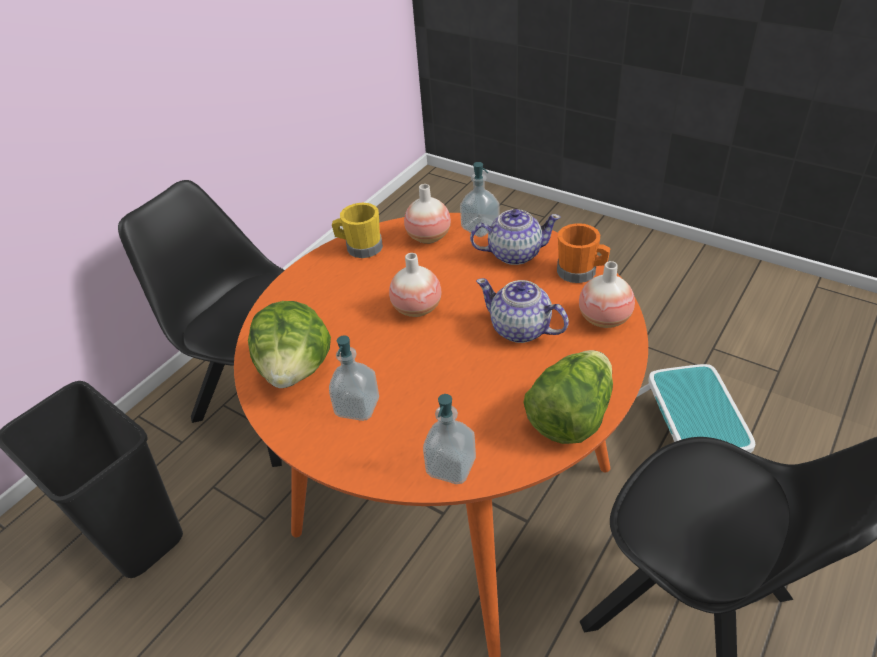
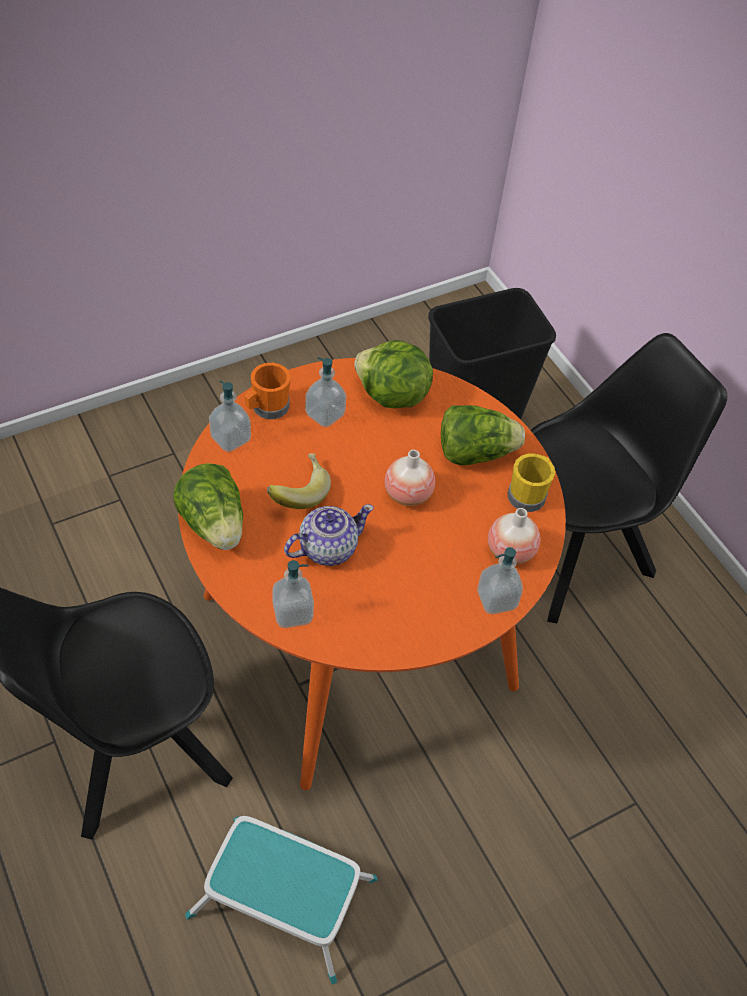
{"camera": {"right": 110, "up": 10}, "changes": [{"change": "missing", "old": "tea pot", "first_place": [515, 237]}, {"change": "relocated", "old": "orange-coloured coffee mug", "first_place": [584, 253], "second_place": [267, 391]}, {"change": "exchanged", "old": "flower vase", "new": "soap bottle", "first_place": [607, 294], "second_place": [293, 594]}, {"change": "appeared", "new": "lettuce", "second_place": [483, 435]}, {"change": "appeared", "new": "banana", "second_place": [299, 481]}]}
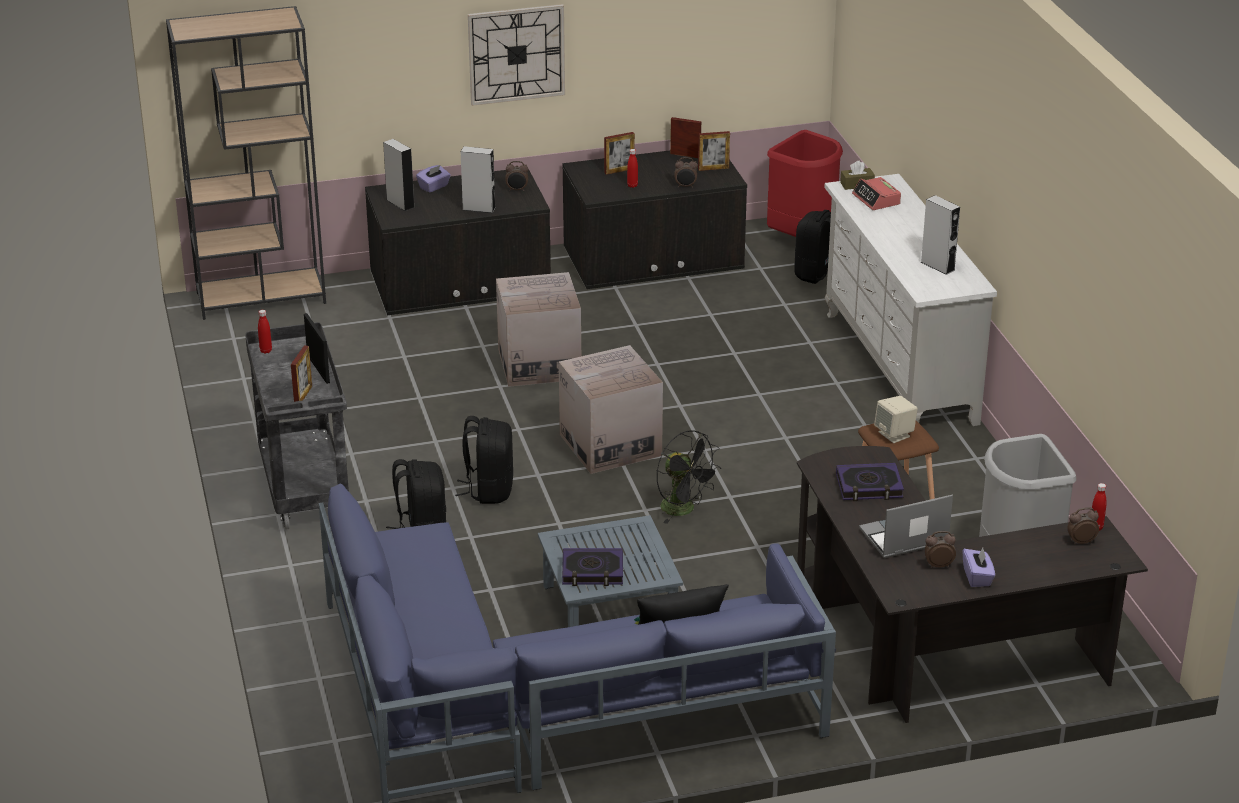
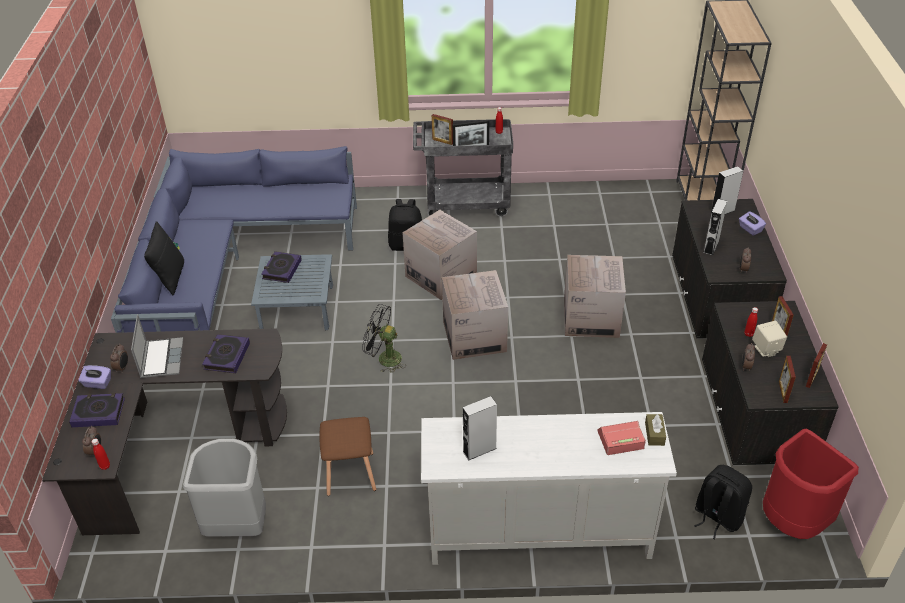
{"camera": {"right": 105, "up": 10}, "changes": [{"change": "missing", "old": "hanging clock", "first_place": [516, 55]}, {"change": "relocated", "old": "sand-coloured loudspeaker", "first_place": [896, 419], "second_place": [769, 338]}, {"change": "exchanged", "old": "black backpack", "new": "carton", "first_place": [484, 460], "second_place": [440, 255]}, {"change": "spun", "old": "black electric fan", "first_place": [689, 477], "second_place": [383, 338], "degrees": 45}, {"change": "appeared", "new": "bound book", "second_place": [97, 409]}]}
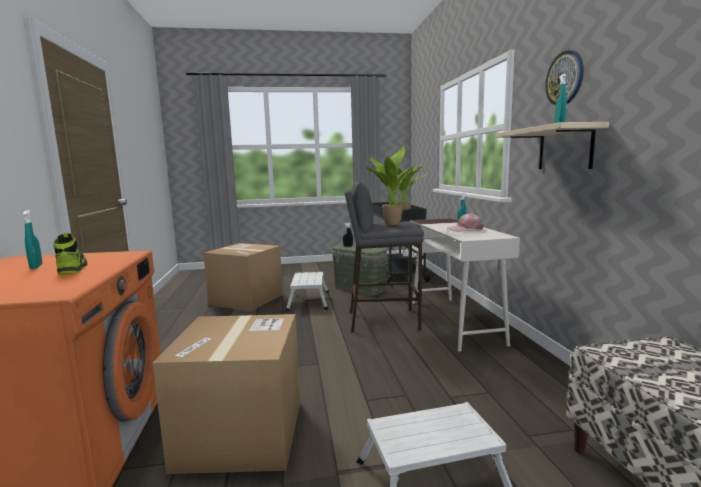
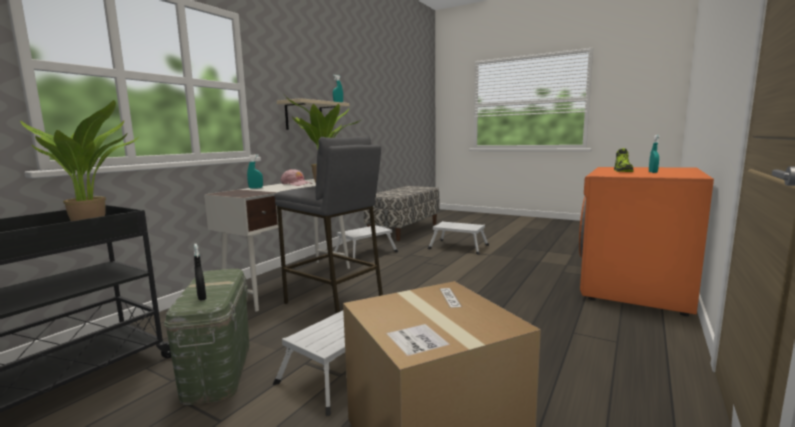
{"camera": {"right": -140, "up": 0}, "changes": [{"change": "missing", "old": "hanging clock", "first_place": [565, 77]}, {"change": "missing", "old": "carton", "first_place": [226, 394]}, {"change": "appeared", "new": "white-coloured step stool", "second_place": [366, 244]}]}
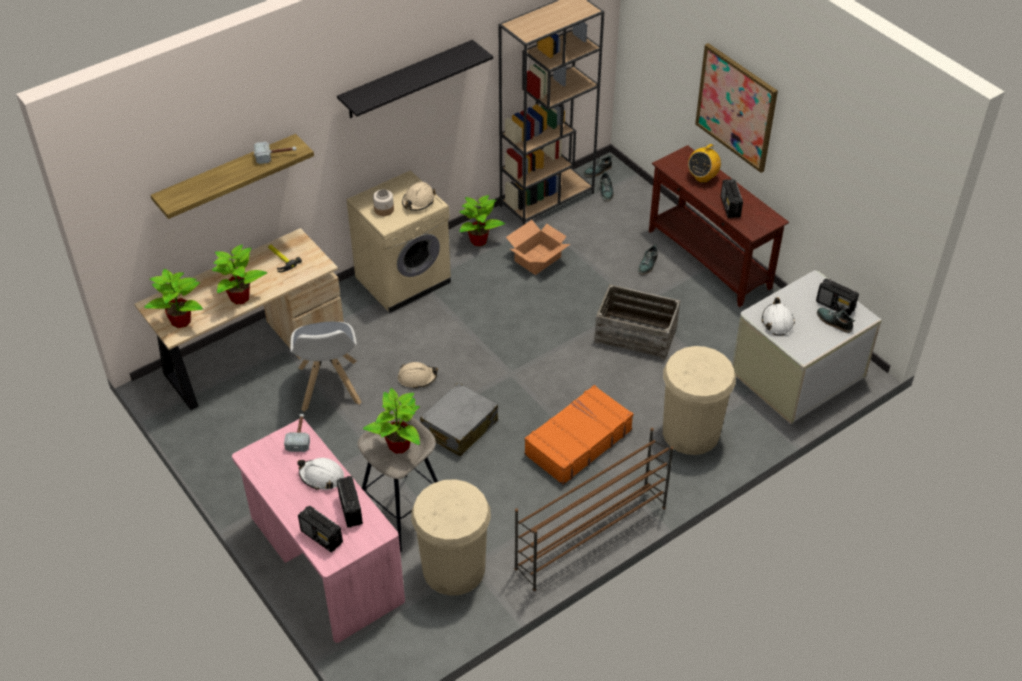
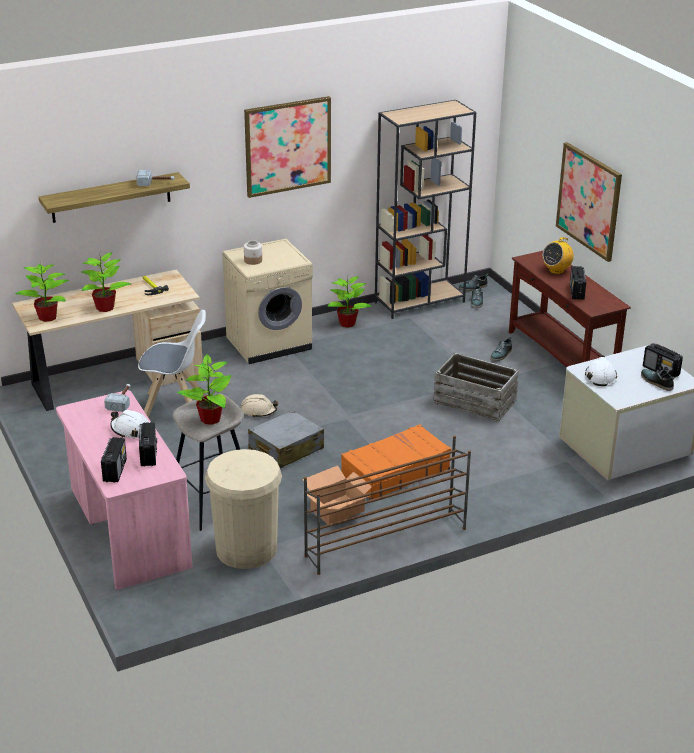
{"camera": {"right": 10, "up": -15}, "changes": [{"change": "exchanged", "old": "black bracket shelf", "new": "wall art", "first_place": [415, 79], "second_place": [287, 147]}, {"change": "missing", "old": "sand-coloured hard hat", "first_place": [419, 196]}, {"change": "relocated", "old": "carton", "first_place": [538, 247], "second_place": [337, 494]}, {"change": "spun", "old": "plain chair", "first_place": [326, 367], "second_place": [172, 364], "degrees": -90}, {"change": "missing", "old": "sand-coloured waste bin", "first_place": [699, 400]}, {"change": "spun", "old": "radio", "first_place": [320, 529], "second_place": [114, 460], "degrees": -135}]}
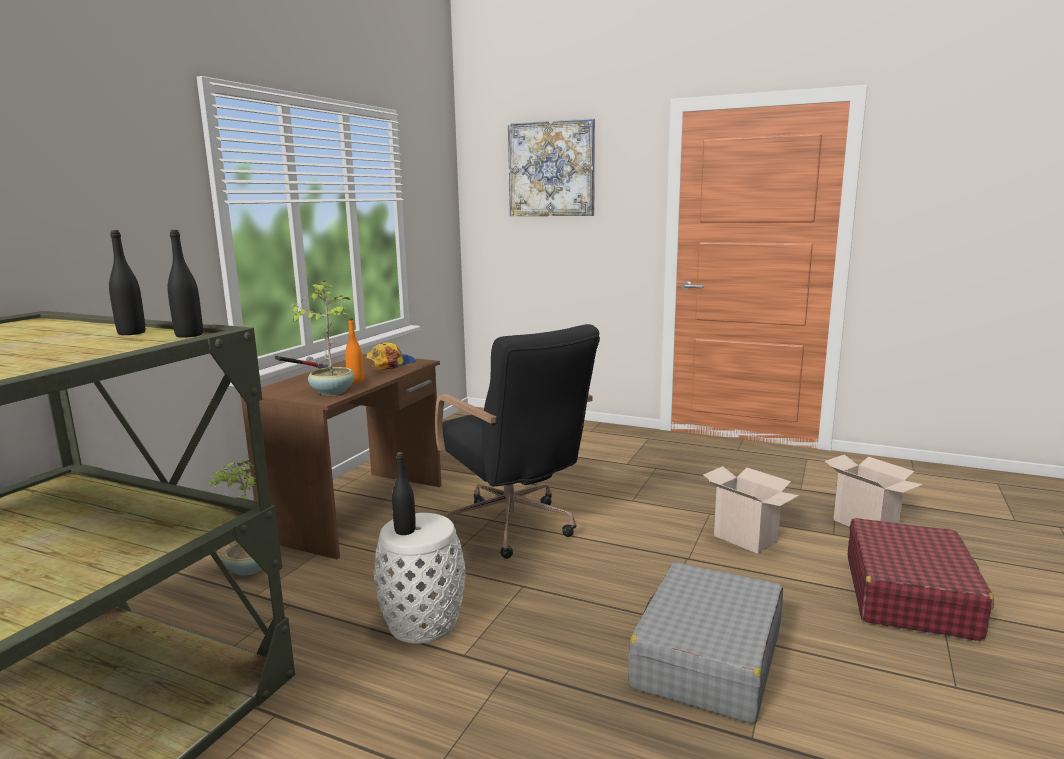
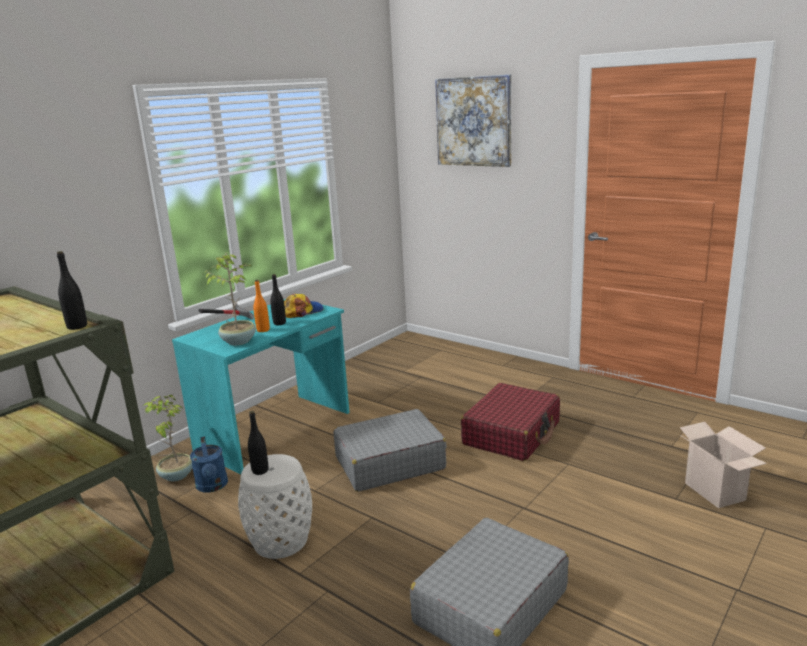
{"camera": {"right": 15, "up": 5}, "changes": [{"change": "relocated", "old": "black beverage bottle", "first_place": [127, 282], "second_place": [278, 299]}, {"change": "exchanged", "old": "black desk chair", "new": "grey suitcase", "first_place": [517, 441], "second_place": [389, 450]}, {"change": "colour", "old": "brown-coloured desk table", "new": "blue-green desk table", "first_place": [341, 456], "second_place": [261, 387]}, {"change": "missing", "old": "carton", "first_place": [751, 510]}, {"change": "relocated", "old": "red suitcase", "first_place": [921, 579], "second_place": [510, 422]}, {"change": "appeared", "new": "blue-coloured sprinkling can", "second_place": [209, 464]}]}
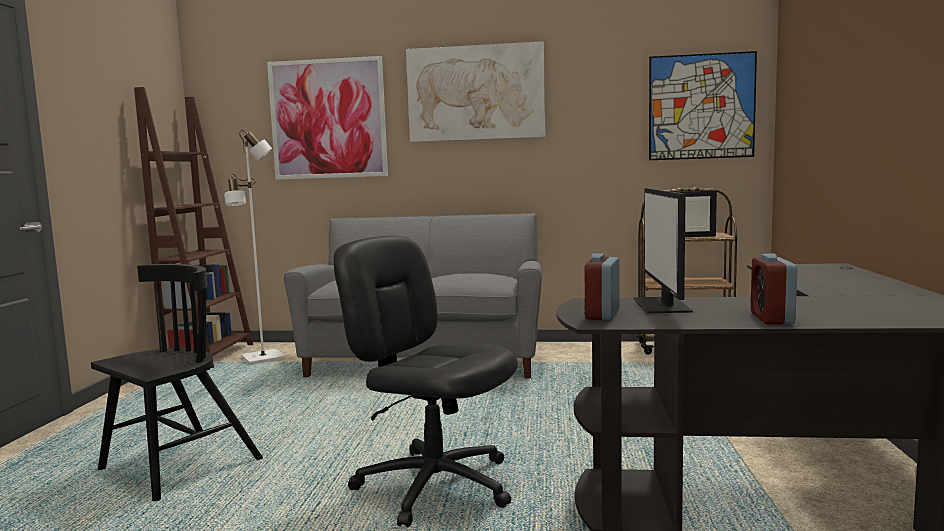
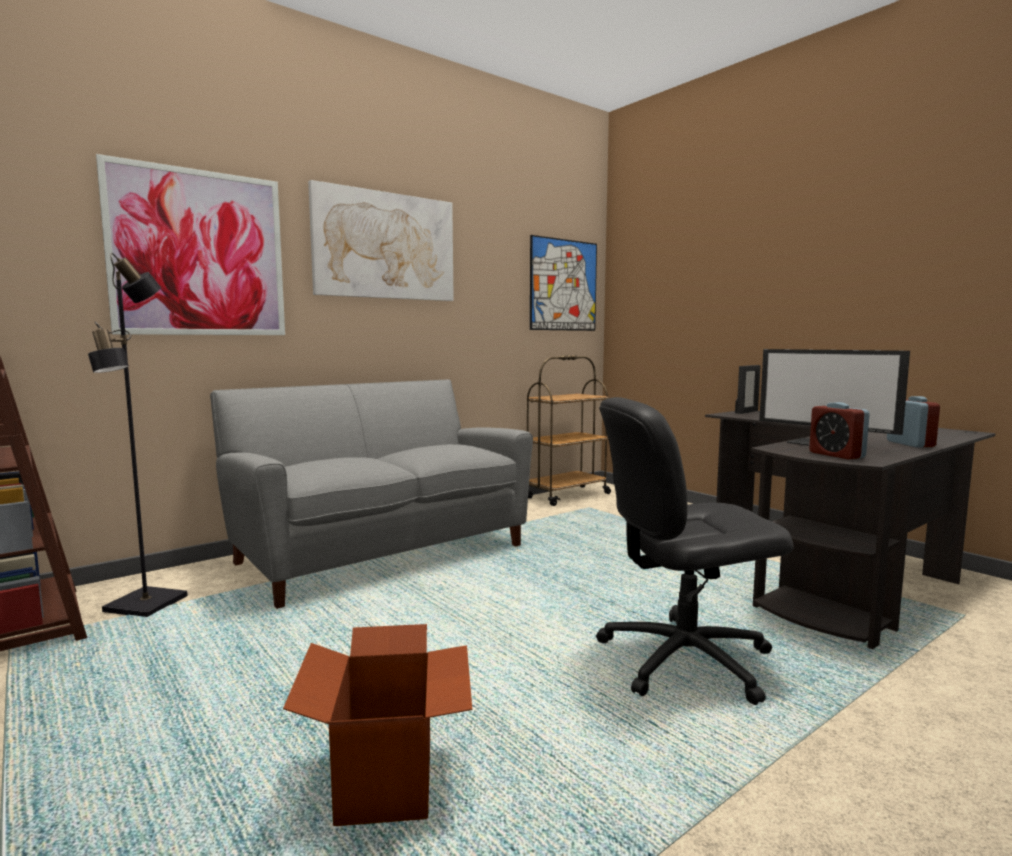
{"camera": {"right": -45, "up": 0}, "changes": [{"change": "colour", "old": "white-coloured standard lamp", "new": "black standard lamp", "first_place": [254, 247], "second_place": [138, 435]}, {"change": "relocated", "old": "picture frame", "first_place": [697, 213], "second_place": [748, 389]}, {"change": "spun", "old": "alarm clock", "first_place": [774, 289], "second_place": [913, 421], "degrees": -150}, {"change": "exchanged", "old": "black plain chair", "new": "carton", "first_place": [177, 382], "second_place": [377, 725]}]}
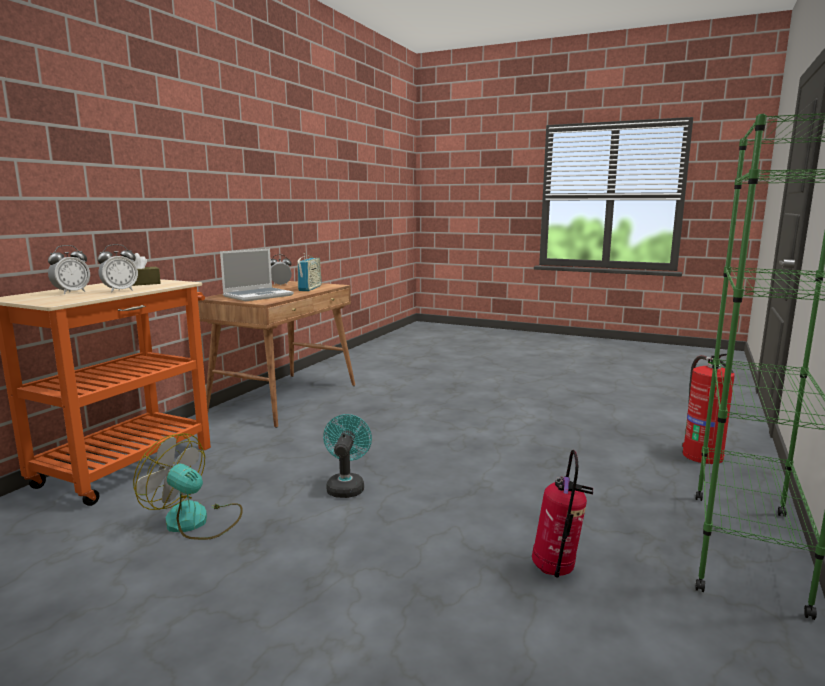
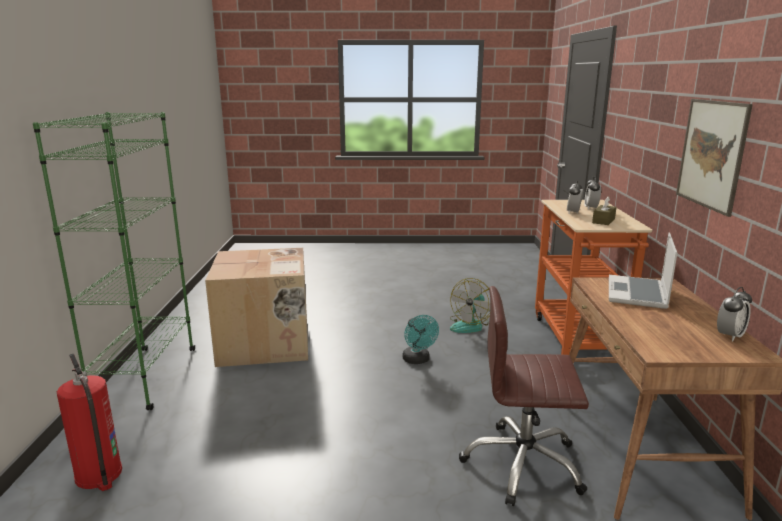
{"camera": {"right": 155, "up": 5}, "changes": [{"change": "missing", "old": "radio", "first_place": [309, 272]}, {"change": "spun", "old": "electric fan", "first_place": [188, 486], "second_place": [470, 305], "degrees": 120}, {"change": "exchanged", "old": "extinguisher", "new": "carton", "first_place": [562, 514], "second_place": [256, 307]}, {"change": "appeared", "new": "wall art", "second_place": [714, 158]}, {"change": "appeared", "new": "brown-coloured desk chair", "second_place": [524, 396]}]}
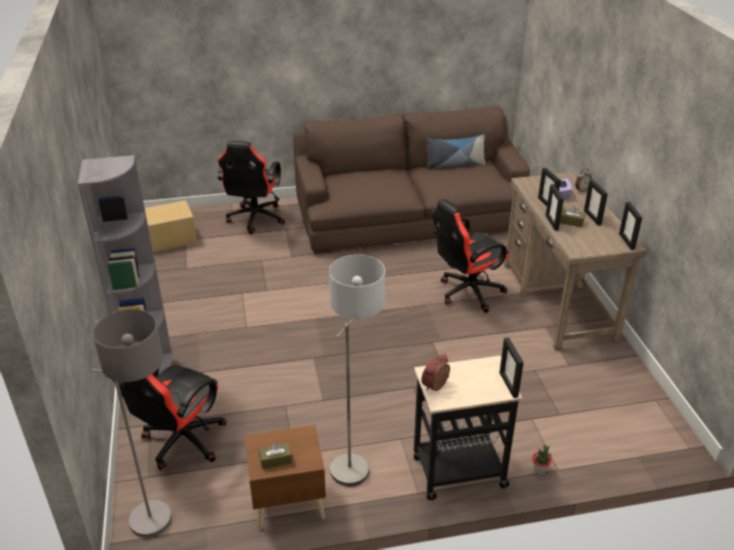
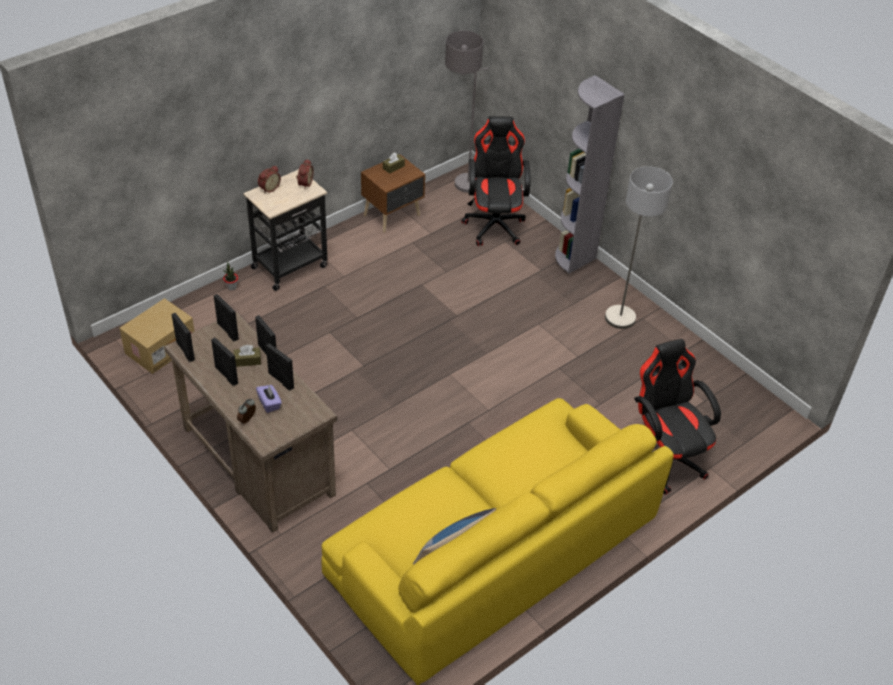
{"camera": {"right": 150, "up": 10}, "changes": [{"change": "colour", "old": "brown-coloured sofa", "new": "yellow-coloured sofa", "first_place": [412, 180], "second_place": [498, 541]}, {"change": "missing", "old": "black desk chair", "first_place": [470, 256]}, {"change": "relocated", "old": "carton", "first_place": [171, 226], "second_place": [157, 336]}, {"change": "relocated", "old": "grey standard lamp", "first_place": [357, 370], "second_place": [639, 247]}, {"change": "relocated", "old": "picture frame", "first_place": [511, 367], "second_place": [226, 317]}, {"change": "appeared", "new": "alarm clock", "second_place": [269, 179]}]}
